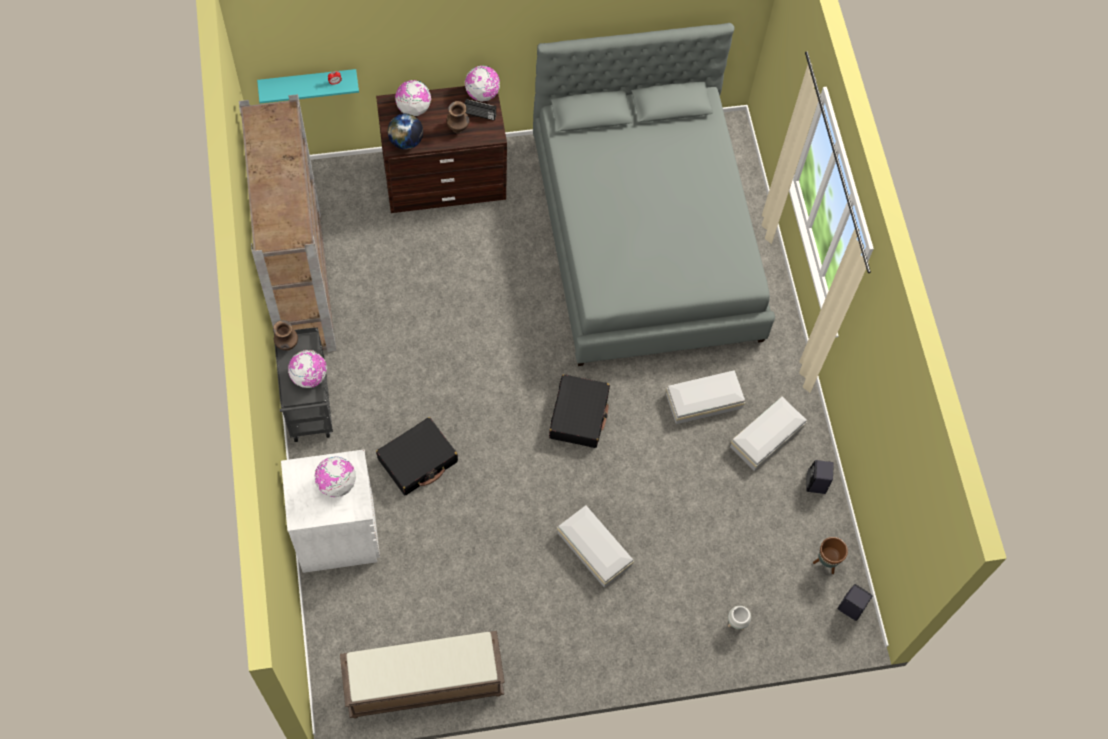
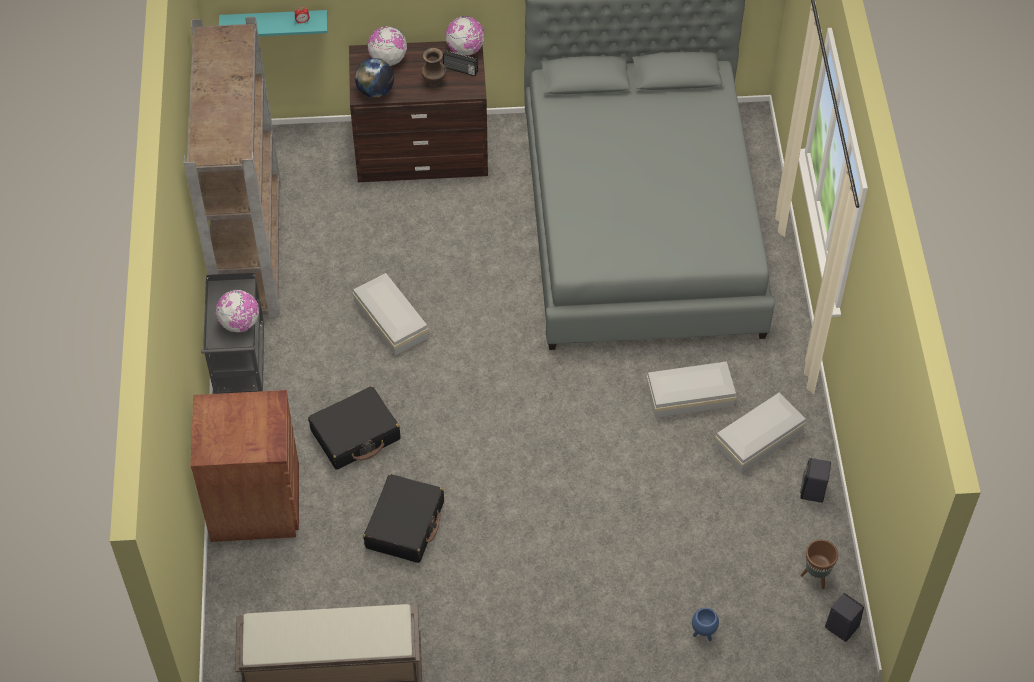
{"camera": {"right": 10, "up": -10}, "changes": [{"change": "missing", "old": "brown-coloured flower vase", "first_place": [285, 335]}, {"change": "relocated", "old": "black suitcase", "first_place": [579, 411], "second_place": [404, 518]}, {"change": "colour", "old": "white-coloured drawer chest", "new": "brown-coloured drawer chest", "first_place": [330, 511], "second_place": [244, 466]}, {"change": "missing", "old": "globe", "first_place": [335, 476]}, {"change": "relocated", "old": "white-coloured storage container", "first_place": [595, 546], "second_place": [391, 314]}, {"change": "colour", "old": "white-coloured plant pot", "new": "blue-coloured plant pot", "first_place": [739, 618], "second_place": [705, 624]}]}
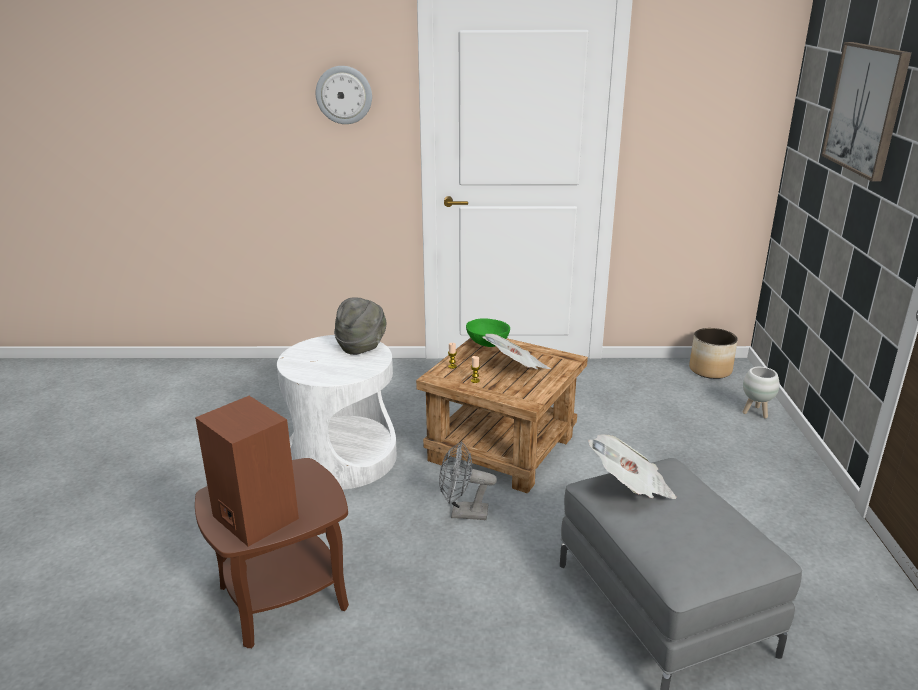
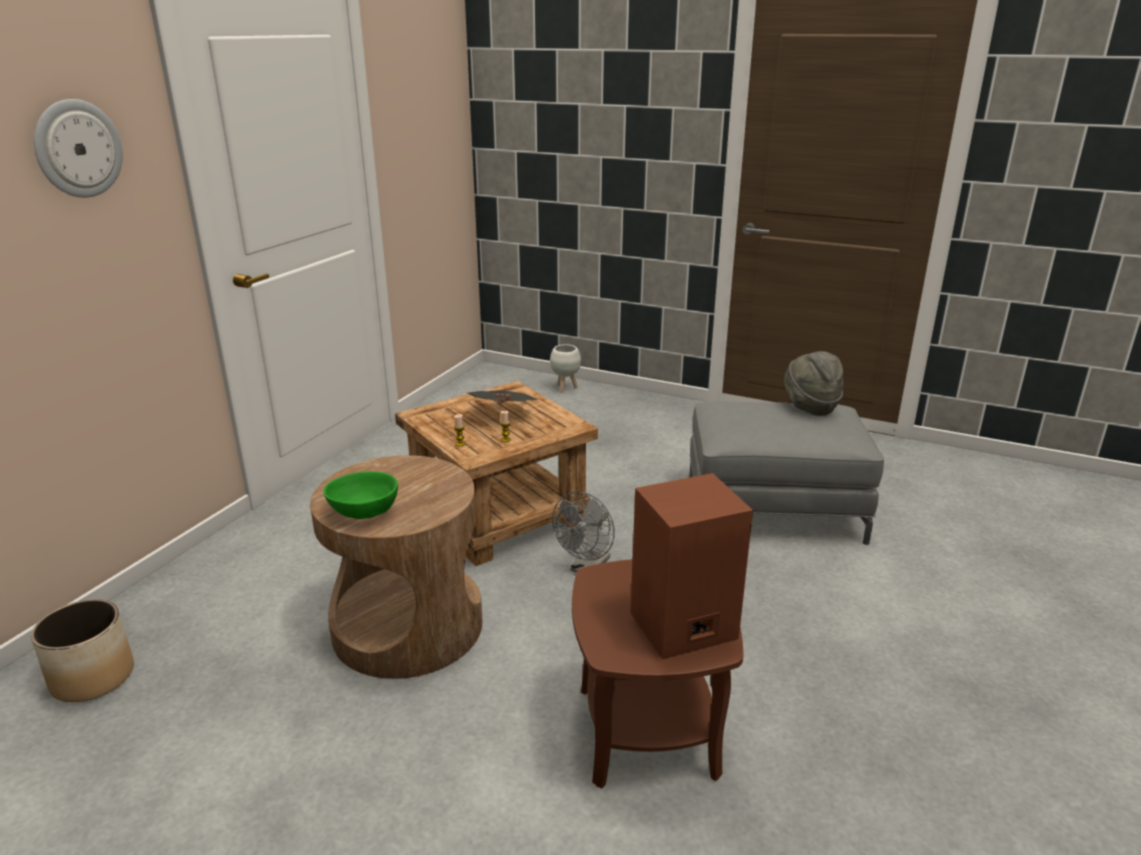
{"camera": {"right": -65, "up": 0}, "changes": [{"change": "missing", "old": "wall art", "first_place": [866, 112]}, {"change": "relocated", "old": "grey wearable hat", "first_place": [360, 326], "second_place": [813, 383]}, {"change": "relocated", "old": "green serving bowl", "first_place": [488, 332], "second_place": [360, 495]}, {"change": "relocated", "old": "plant pot", "first_place": [713, 353], "second_place": [82, 650]}, {"change": "colour", "old": "white-coloured end table", "new": "brown-coloured end table", "first_place": [337, 412], "second_place": [396, 567]}, {"change": "missing", "old": "printed paper", "first_place": [632, 467]}]}
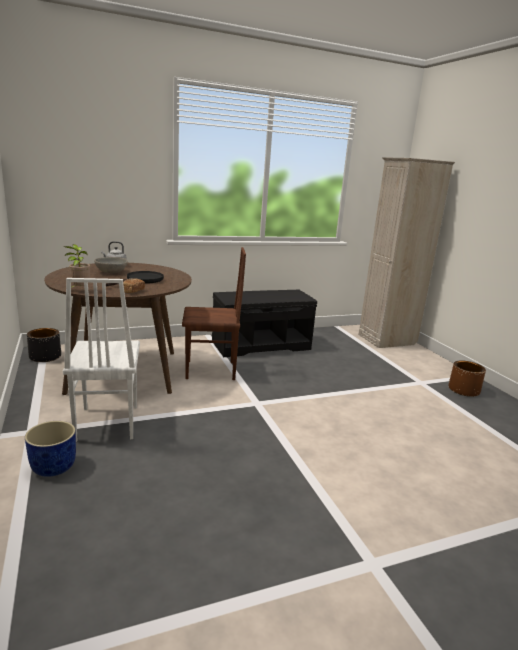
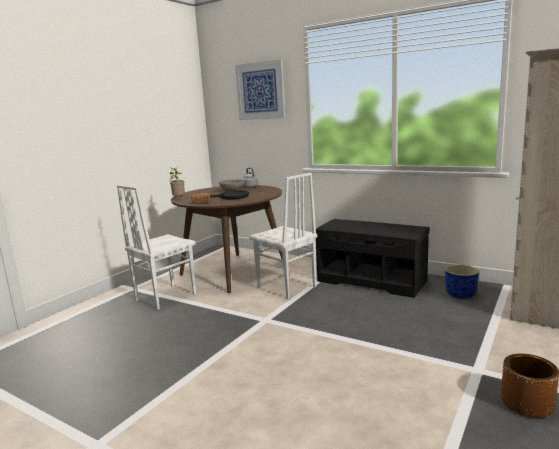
{"camera": {"right": 55, "up": -5}, "changes": [{"change": "colour", "old": "brown-coloured plain chair", "new": "white-coloured plain chair", "first_place": [214, 313], "second_place": [283, 236]}, {"change": "missing", "old": "black plant pot", "first_place": [44, 345]}, {"change": "relocated", "old": "blue-coloured plant pot", "first_place": [50, 449], "second_place": [462, 281]}, {"change": "appeared", "new": "wall art", "second_place": [260, 89]}]}
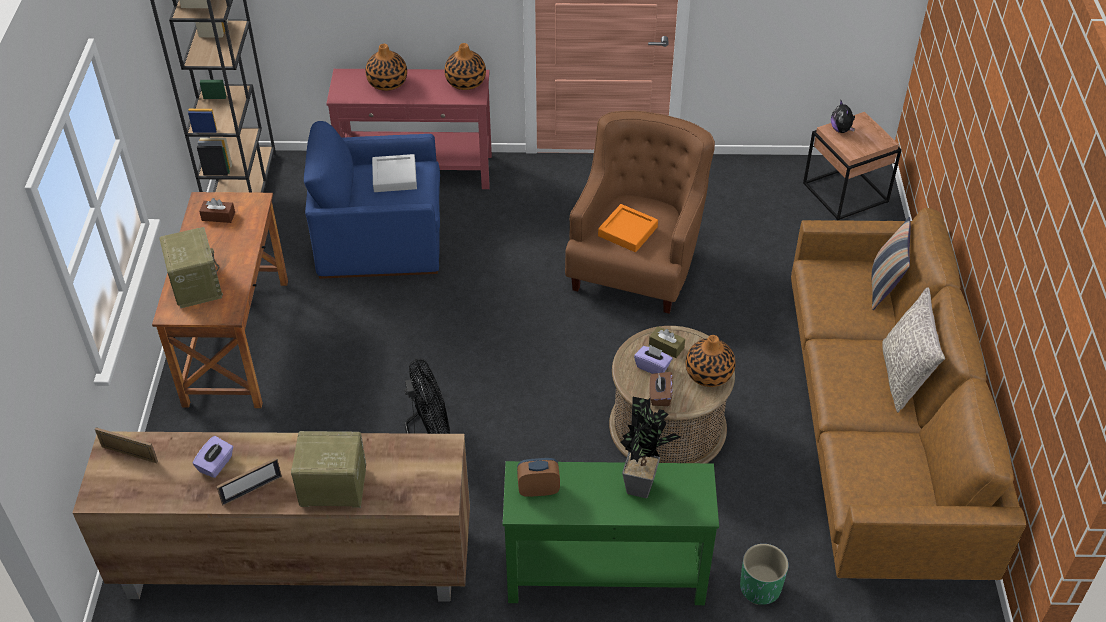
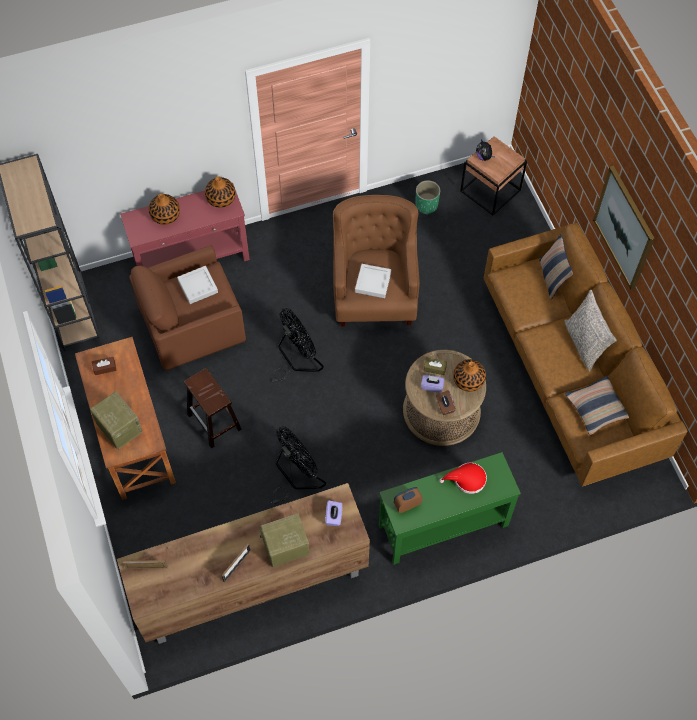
{"camera": {"right": -20, "up": 15}, "changes": [{"change": "colour", "old": "blue-coloured lounge chair", "new": "brown-coloured lounge chair", "first_place": [372, 200], "second_place": [187, 308]}, {"change": "colour", "old": "orange-coloured tray", "new": "grey tray", "first_place": [628, 228], "second_place": [373, 281]}, {"change": "exchanged", "old": "potted plant", "new": "red wearable hat", "first_place": [650, 447], "second_place": [463, 478]}, {"change": "relocated", "old": "purple-coloured box of tissues", "first_place": [212, 457], "second_place": [333, 513]}, {"change": "relocated", "old": "green plant pot", "first_place": [764, 574], "second_place": [427, 197]}, {"change": "appeared", "new": "wall art", "second_place": [624, 228]}, {"change": "appeared", "new": "black electric fan", "second_place": [298, 345]}, {"change": "appeared", "new": "brown-coloured stool", "second_place": [213, 408]}, {"change": "appeared", "new": "throw pillow", "second_place": [597, 405]}]}
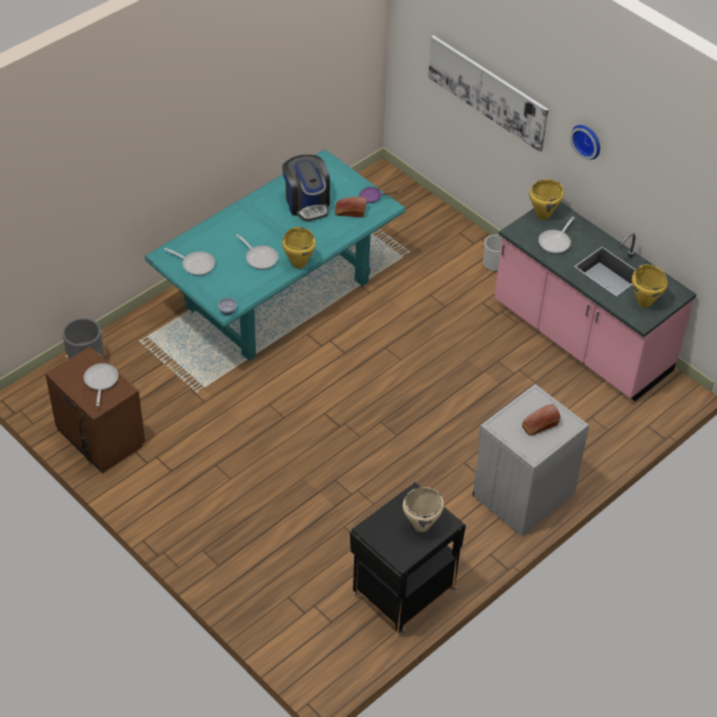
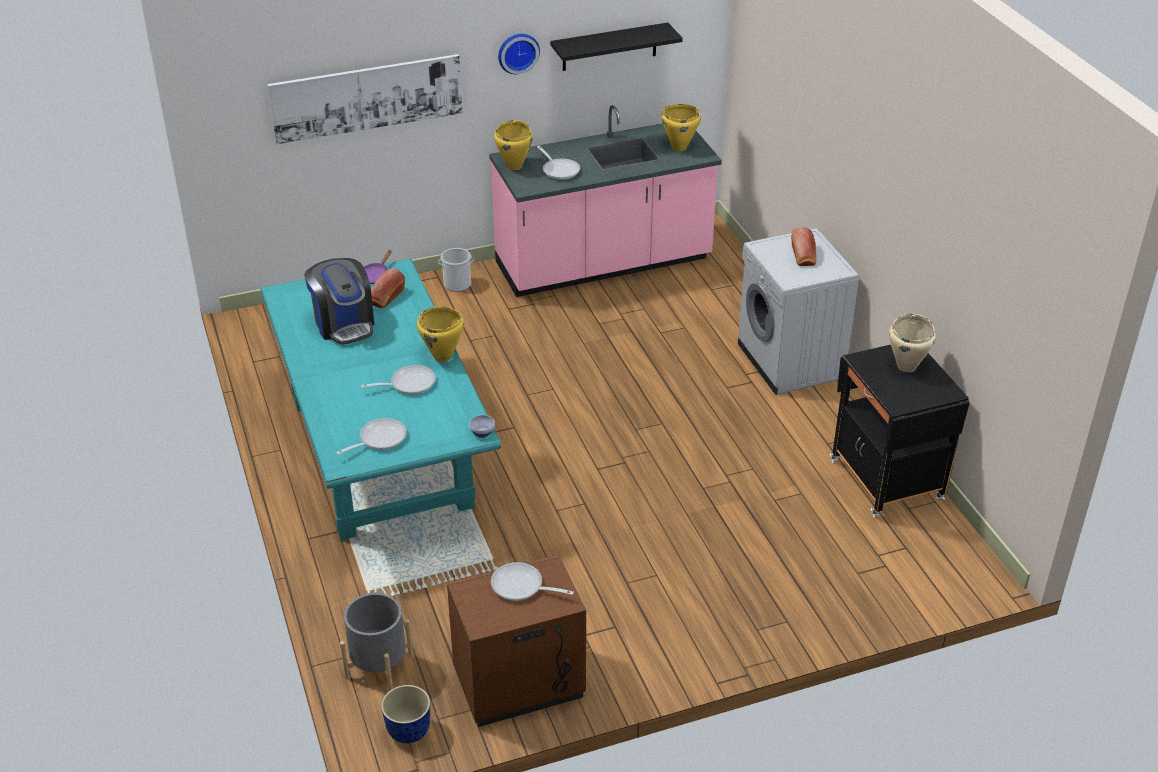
{"camera": {"right": -65, "up": -10}, "changes": [{"change": "spun", "old": "coffee maker", "first_place": [306, 188], "second_place": [339, 301], "degrees": 60}, {"change": "appeared", "new": "black bracket shelf", "second_place": [616, 47]}, {"change": "appeared", "new": "plant pot", "second_place": [405, 714]}]}
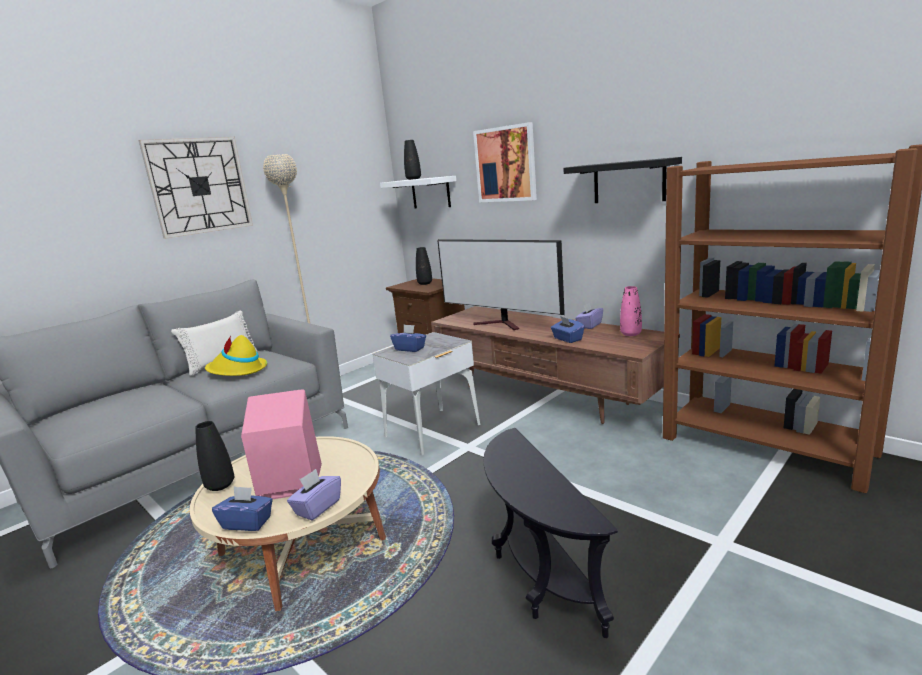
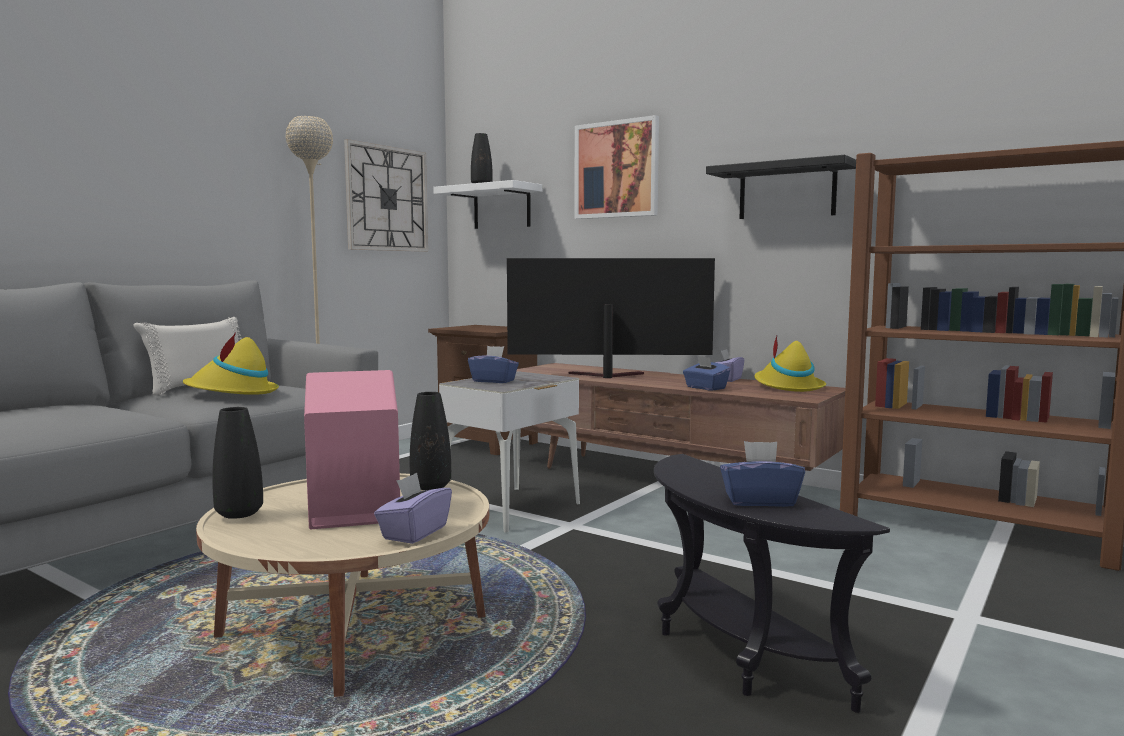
{"camera": {"right": -10, "up": -10}, "changes": [{"change": "relocated", "old": "hanging clock", "first_place": [195, 188], "second_place": [386, 195]}, {"change": "spun", "old": "TV", "first_place": [501, 284], "second_place": [611, 318], "degrees": 150}, {"change": "relocated", "old": "black flower vase", "first_place": [424, 266], "second_place": [430, 441]}, {"change": "exchanged", "old": "pink-coloured flower vase", "new": "yellow-coloured wearable hat", "first_place": [631, 311], "second_place": [790, 364]}, {"change": "relocated", "old": "blue-coloured box of tissues", "first_place": [242, 508], "second_place": [762, 474]}]}
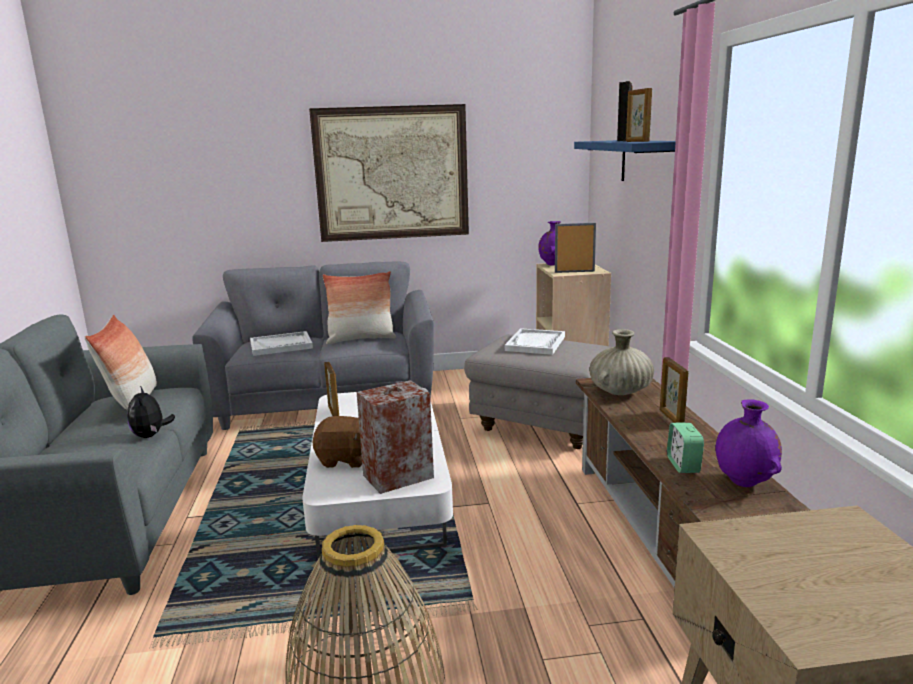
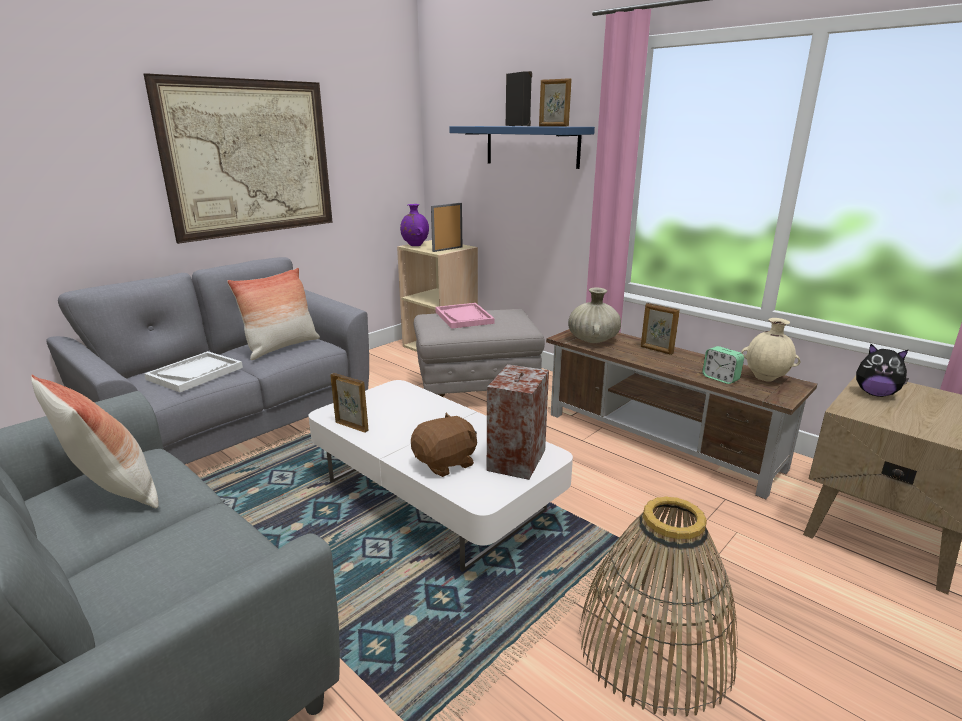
{"camera": {"right": -40, "up": 5}, "changes": [{"change": "colour", "old": "white-coloured tray", "new": "pink-coloured tray", "first_place": [535, 341], "second_place": [464, 316]}, {"change": "relocated", "old": "plush toy", "first_place": [151, 412], "second_place": [882, 370]}, {"change": "colour", "old": "purple-coloured flower vase", "new": "sand-coloured flower vase", "first_place": [748, 443], "second_place": [770, 350]}]}
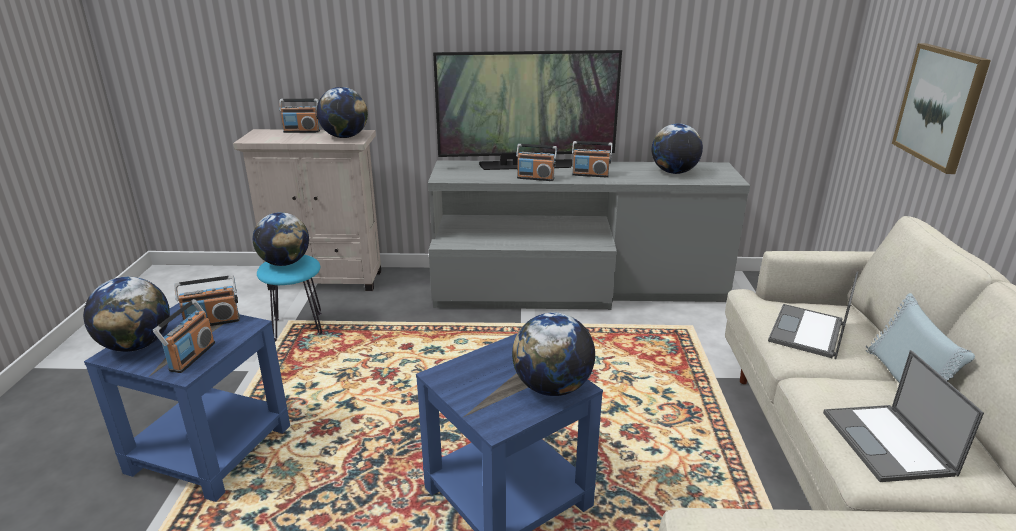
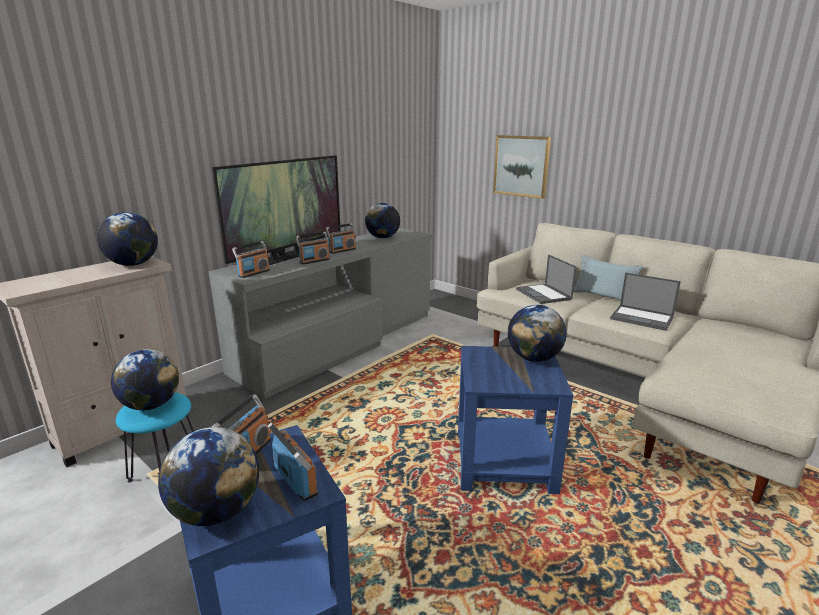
{"camera": {"right": -50, "up": -5}, "changes": [{"change": "relocated", "old": "radio", "first_place": [299, 116], "second_place": [251, 259]}]}
